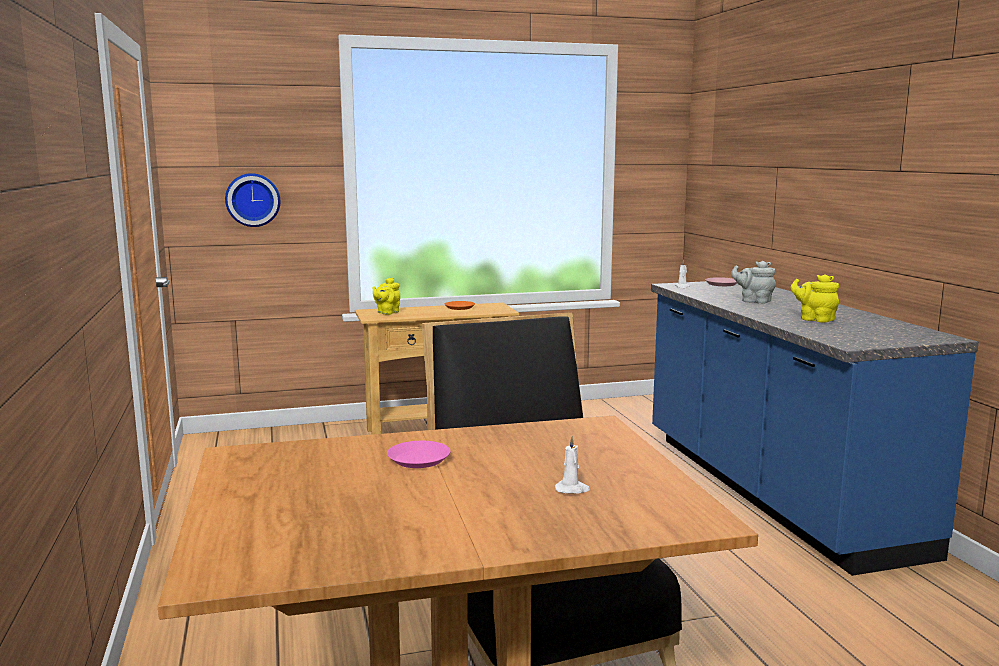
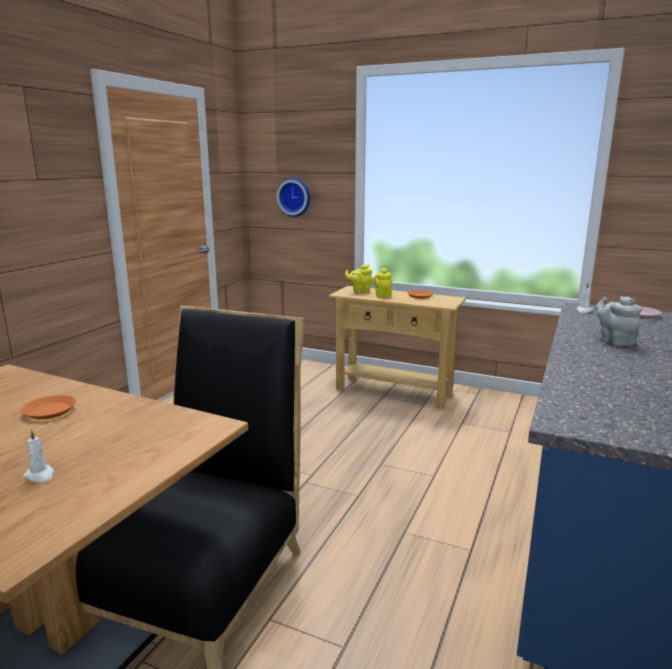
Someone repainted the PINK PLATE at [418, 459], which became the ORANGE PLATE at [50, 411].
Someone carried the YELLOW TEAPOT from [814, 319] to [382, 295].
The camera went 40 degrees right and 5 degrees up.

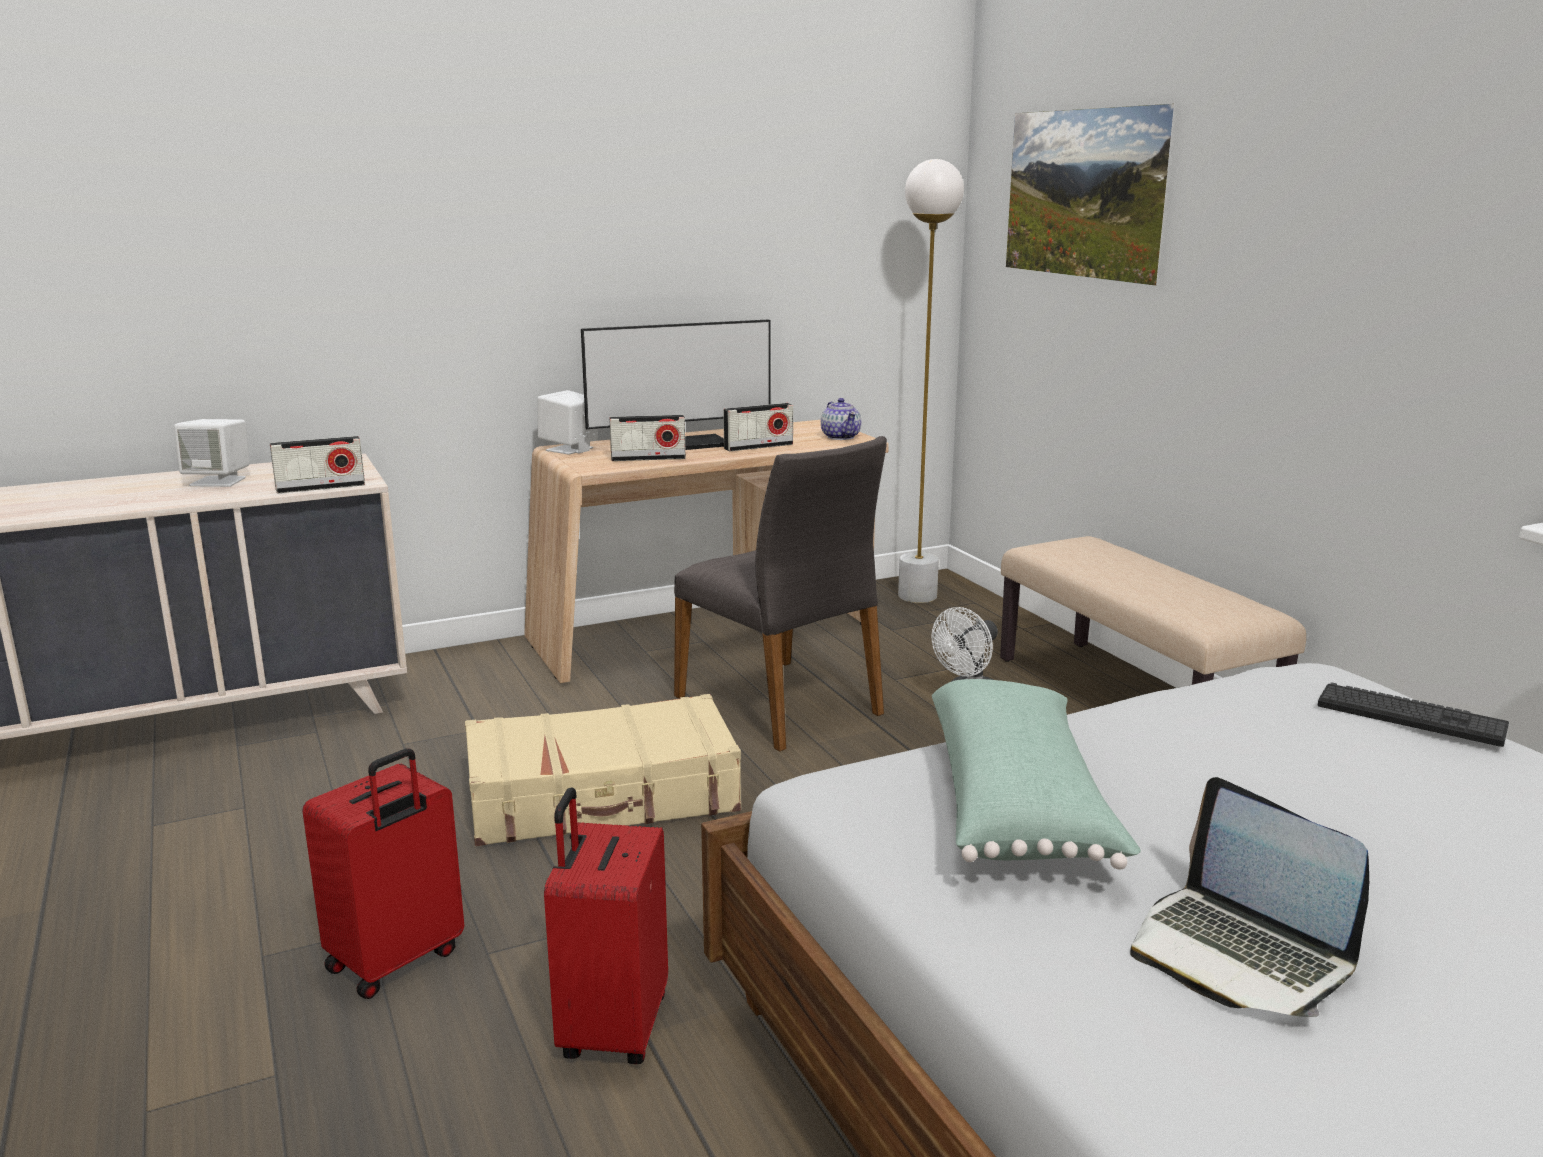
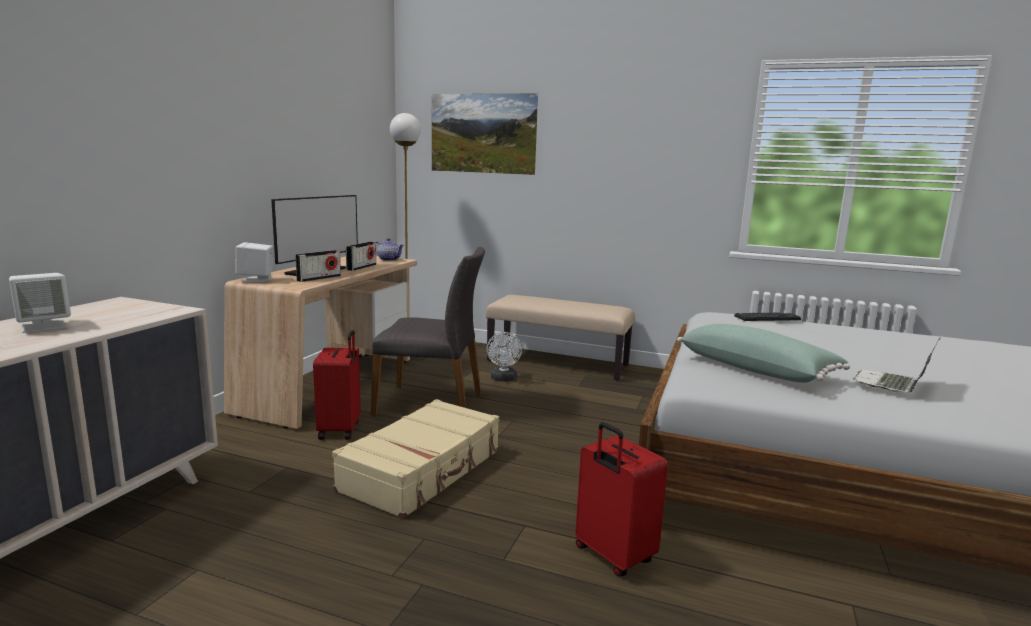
Someone carried the RED SUITCASE from [396, 961] to [341, 430].
Someone rotated the LAPTOP at [1239, 954] by 120 degrees clockwise.
Someone took away the RADIO at [321, 487].
The camera went 45 degrees left and 5 degrees down.

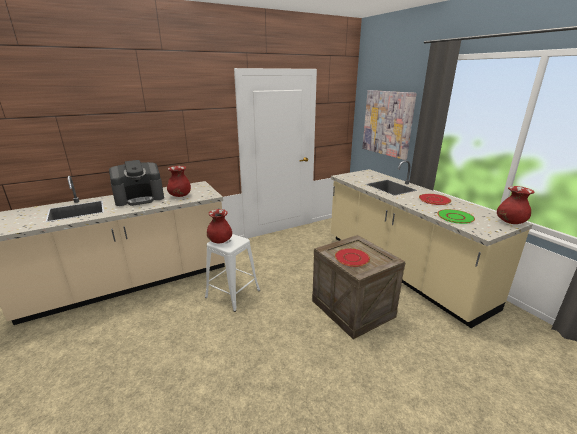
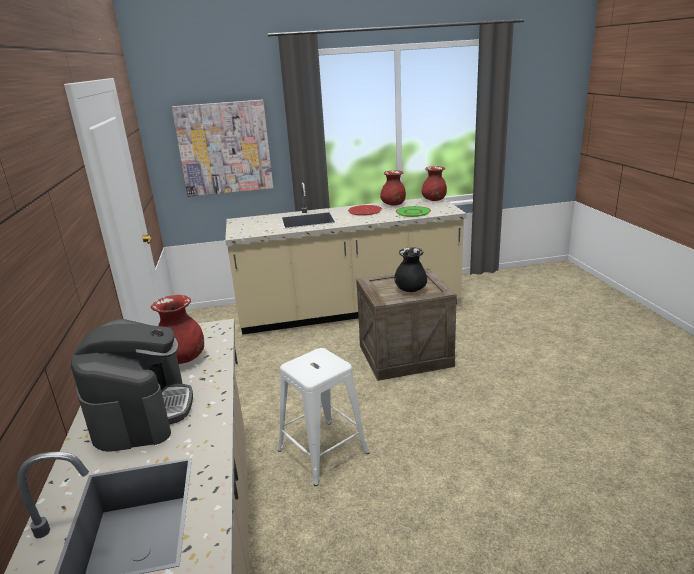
Someone carried the RED VASE from [220, 241] to [393, 205].
Someone swapped the RED PLATE at [351, 258] for the BLACK VASE at [410, 290].
The camera went 70 degrees left and 0 degrees up.

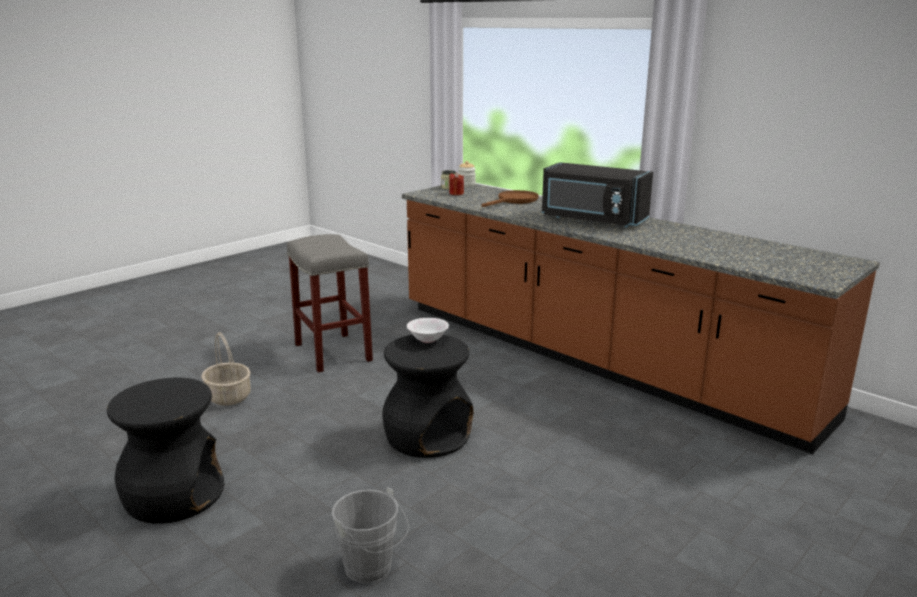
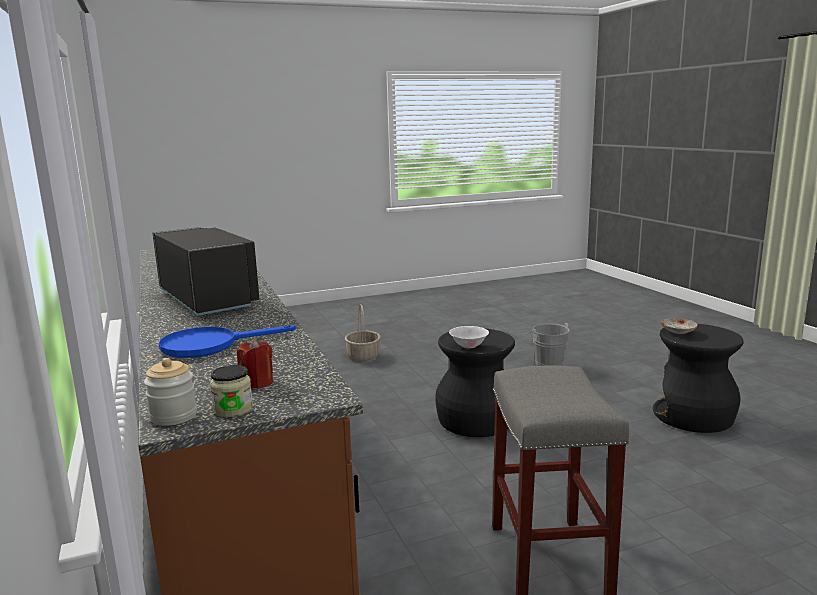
Someone repainted the BROWN FRYING PAN at [514, 201], which became the BLUE FRYING PAN at [210, 345].
Someone carried the BASKET from [229, 397] to [363, 356].
Someone put down the PLATE at [677, 331].
The camera went 155 degrees left and 5 degrees down.

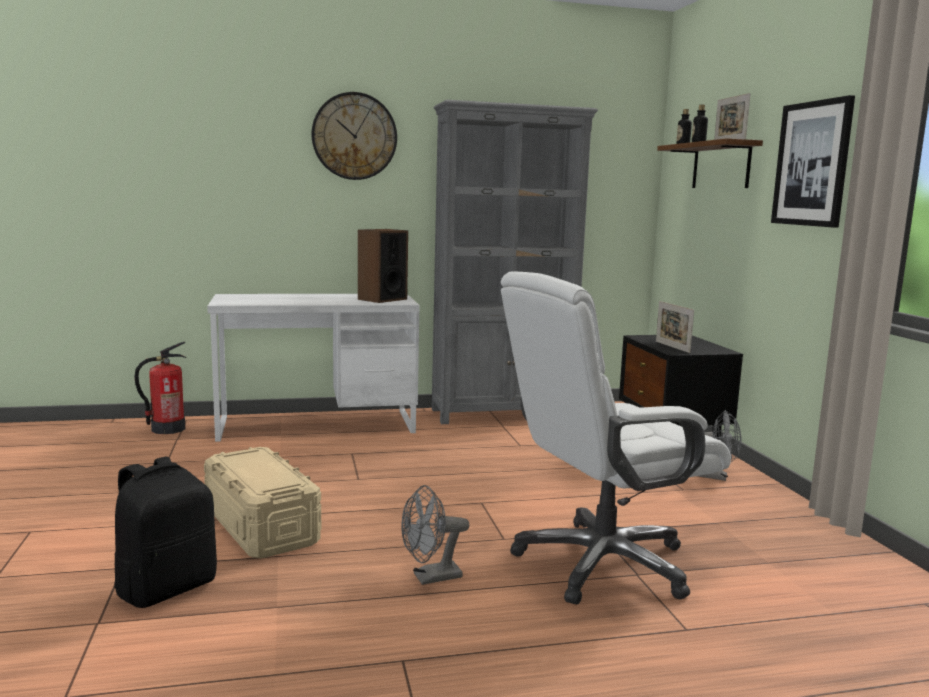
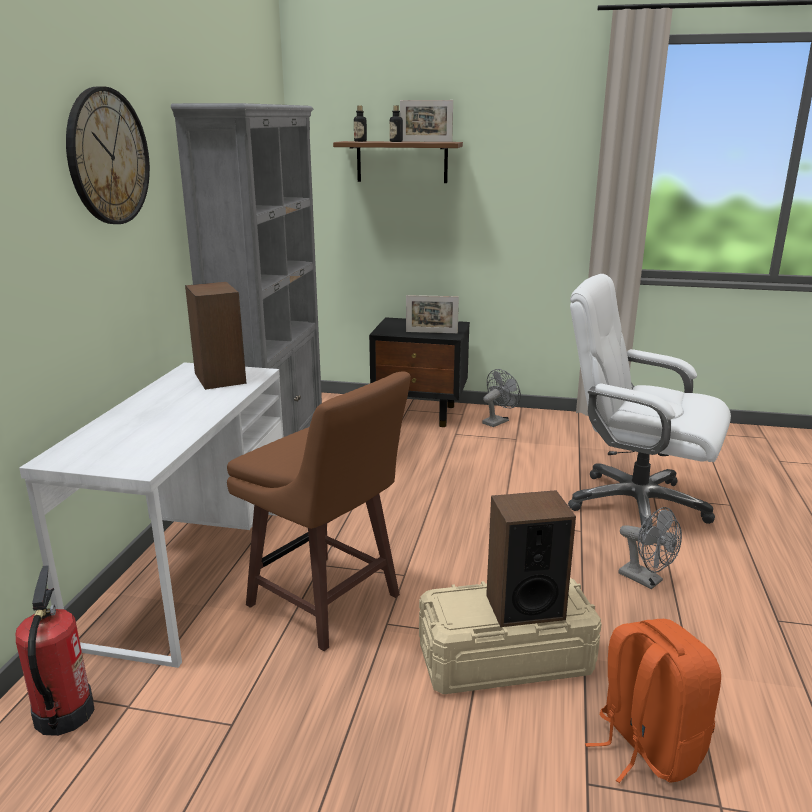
Someone put down the BROWN STOOL at [326, 603].
Someone put down the SPEAKER at [524, 607].
Someone rotated the WHITE OFFICE CHAIR at [601, 564] by 120 degrees clockwise.
Someone repainted the BLACK BACKPACK at [167, 588], which became the ORANGE BACKPACK at [645, 746].
Someone rotated the GREY FAN at [430, 578] by 45 degrees counterclockwise.
Someone took away the PICTURE at [812, 164].
The camera went 65 degrees left and 10 degrees up.

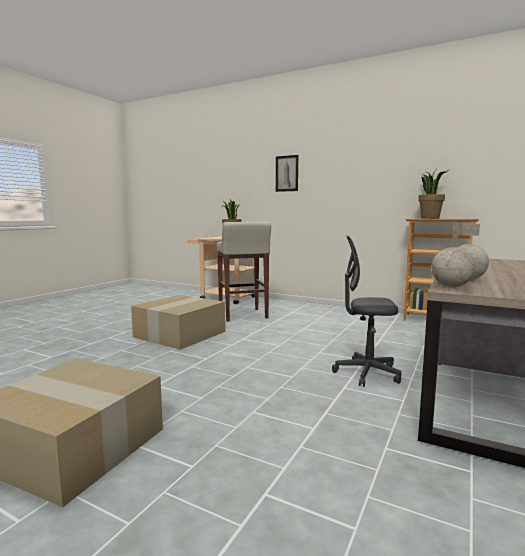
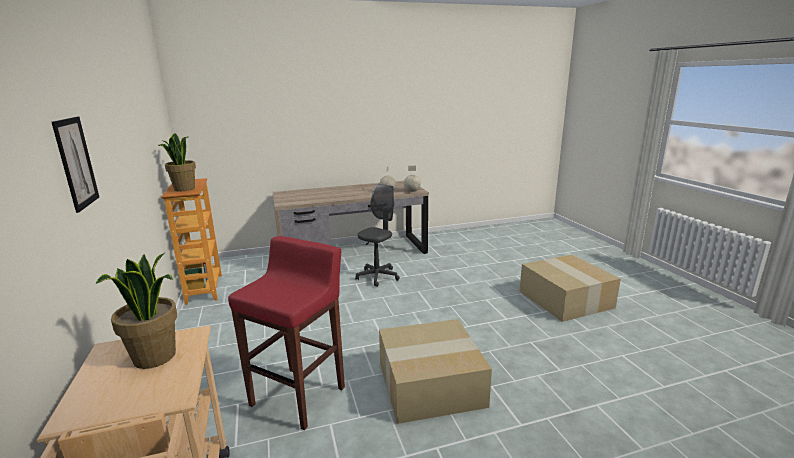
Someone repainted the BEIGE STOOL at [243, 315], which became the RED STOOL at [299, 395].
Someone rotated the GREY OFFICE CHAIR at [366, 373] by 105 degrees counterclockwise.
The camera went 135 degrees left and 10 degrees up.

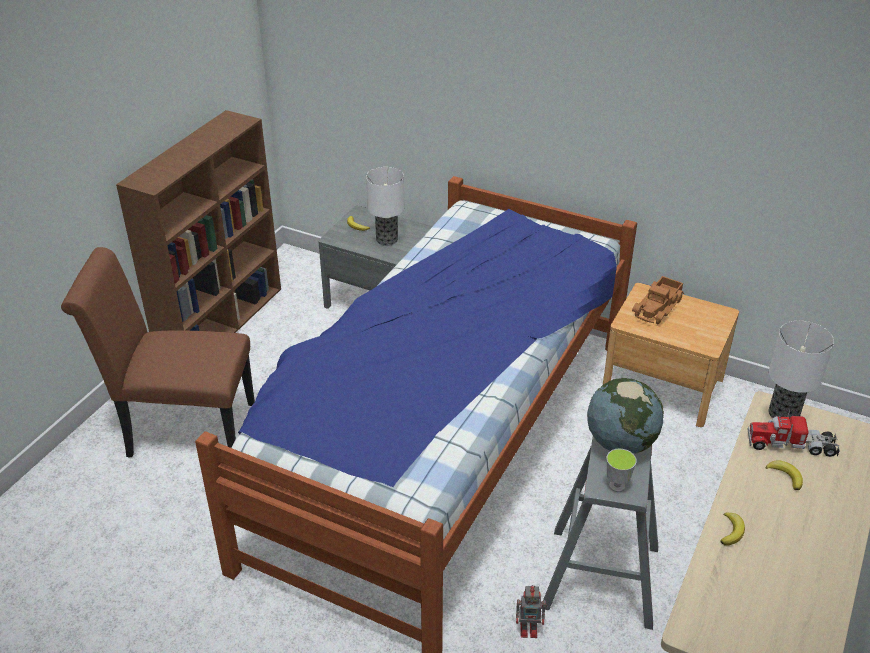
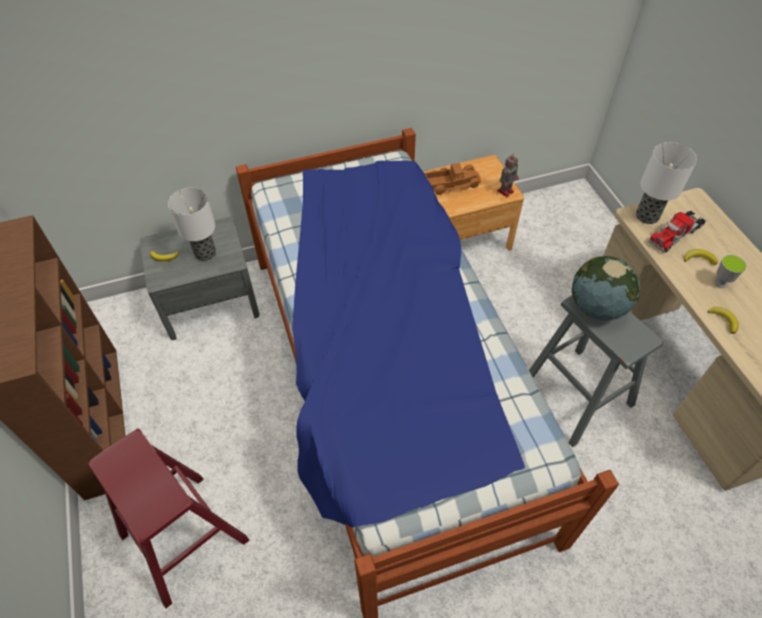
Someone swapped the BROWN CHAIR at [182, 429] for the RED STOOL at [184, 537].
Someone rotated the TOY TRUCK at [658, 307] by 90 degrees counterclockwise.
Someone carried the TOY ROBOT from [530, 629] to [506, 191].
Someone carried the CUP from [617, 486] to [721, 283].
The camera went 45 degrees left and 15 degrees up.

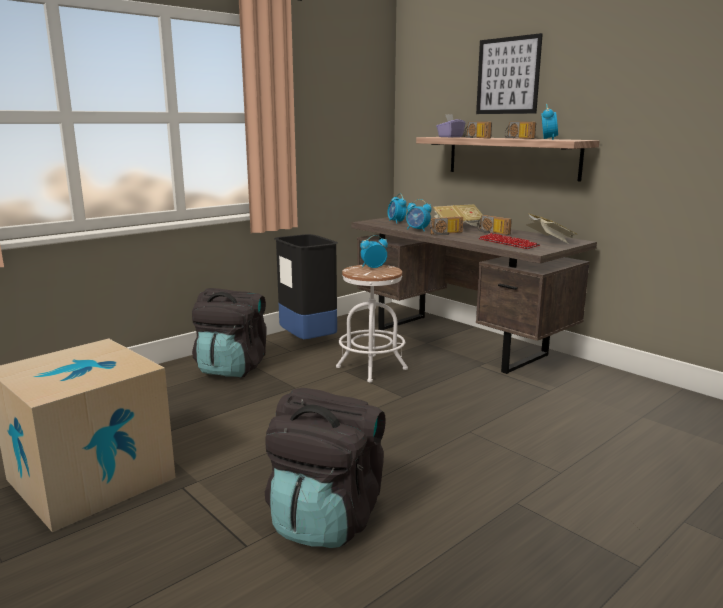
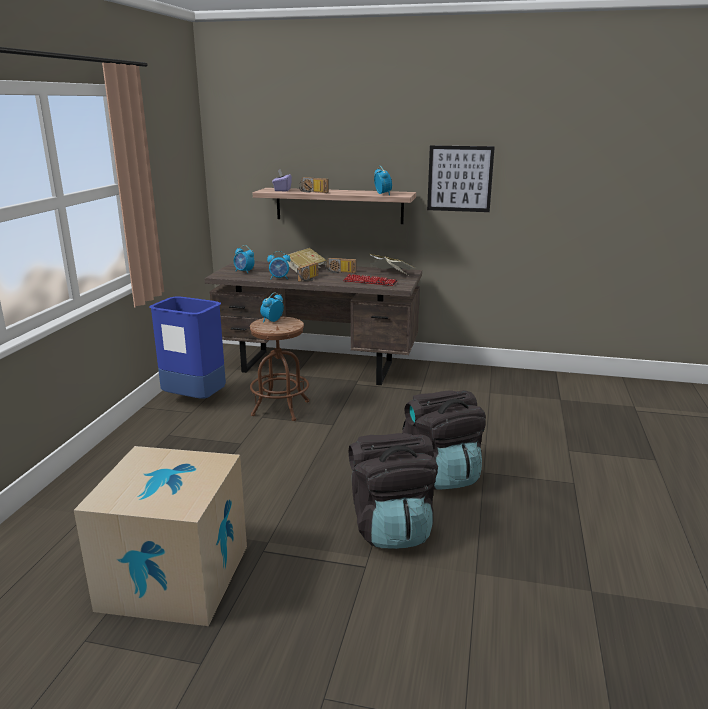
Someone repainted the BLACK TRASH CAN at [307, 341], which became the BLUE TRASH CAN at [194, 399].
Someone repainted the WHITE STOOL at [371, 368], which became the BROWN STOOL at [280, 408].
Someone carried the BLACK BACKPACK from [232, 368] to [441, 474].
Someone carried the PICTURE from [508, 76] to [460, 179].
Someone took away the RADIO at [517, 138].
The camera went 35 degrees left and 5 degrees up.

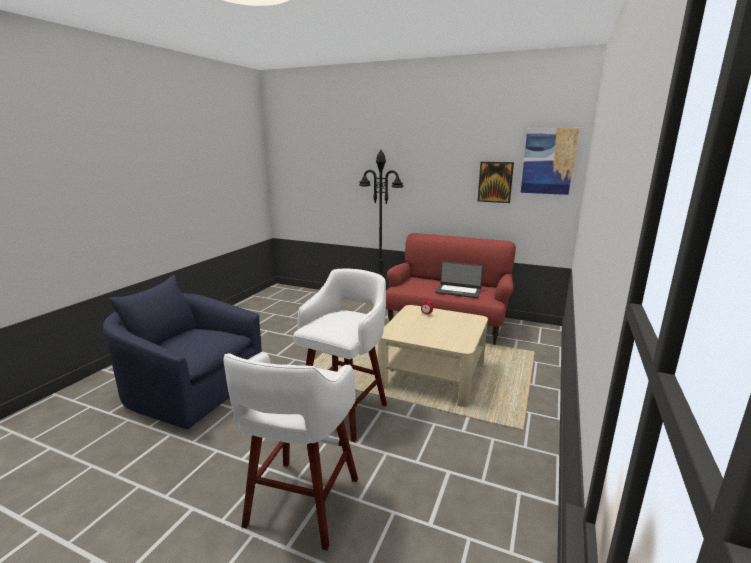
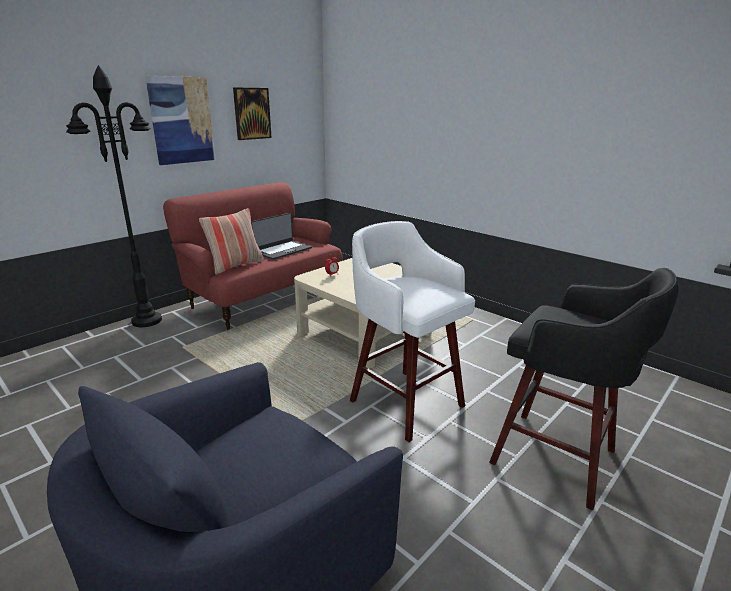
Someone carried the PICTURE from [548, 161] to [182, 120].
Someone put down the PILLOW at [235, 265].
Someone repainted the WHITE STOOL at [301, 505], which became the BLACK STOOL at [558, 459].
The camera went 70 degrees left and 5 degrees up.

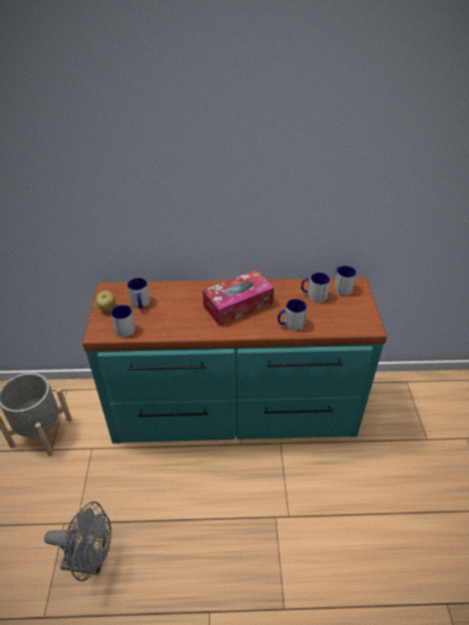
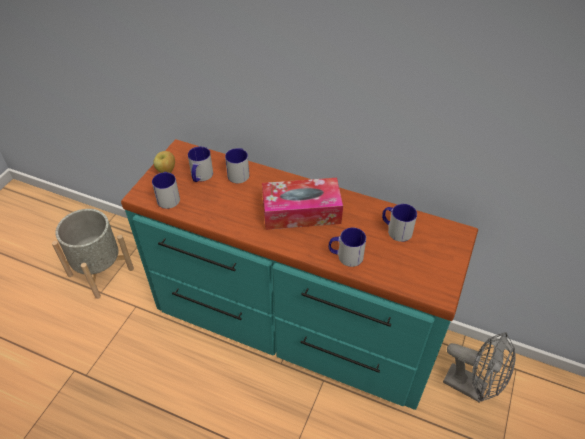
Someone carried the MUG from [341, 287] to [239, 172].
Someone carried the GREY FAN from [91, 561] to [471, 387].
The camera went 25 degrees right and 5 degrees up.

